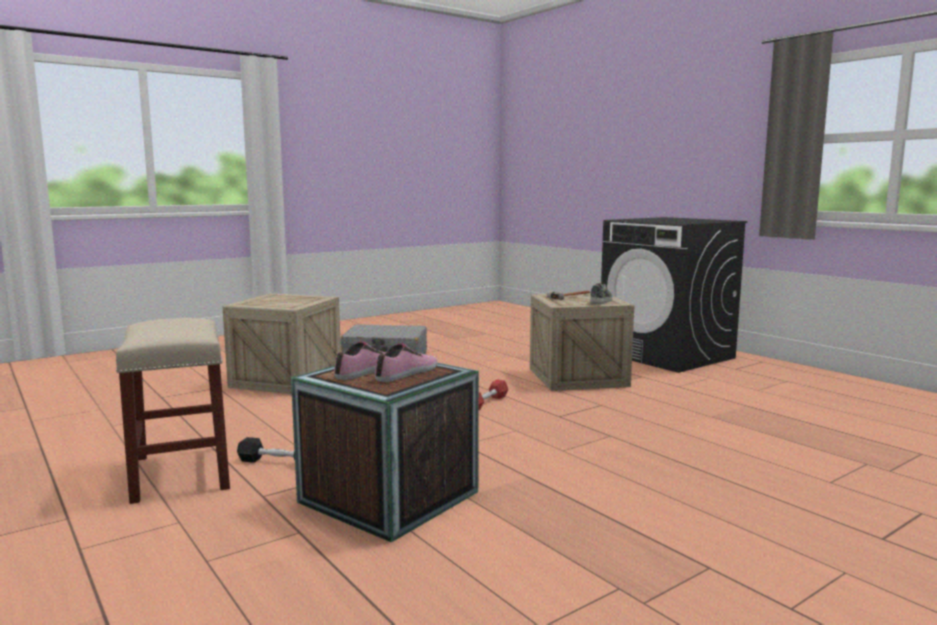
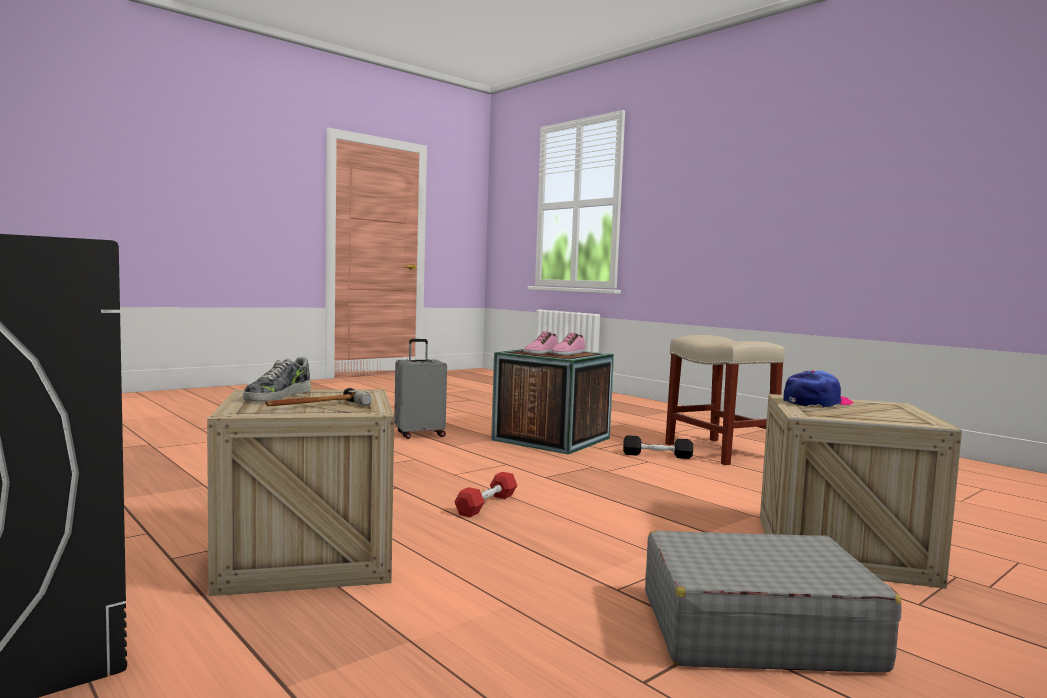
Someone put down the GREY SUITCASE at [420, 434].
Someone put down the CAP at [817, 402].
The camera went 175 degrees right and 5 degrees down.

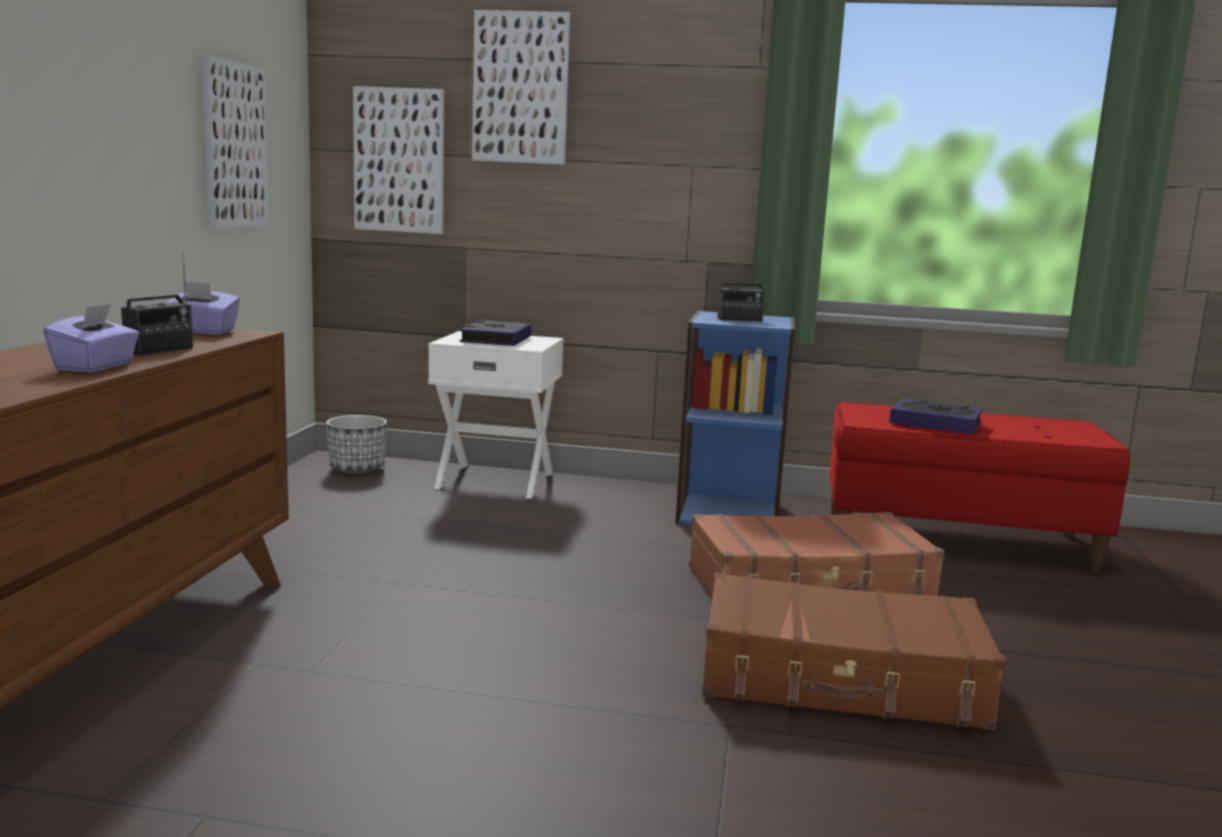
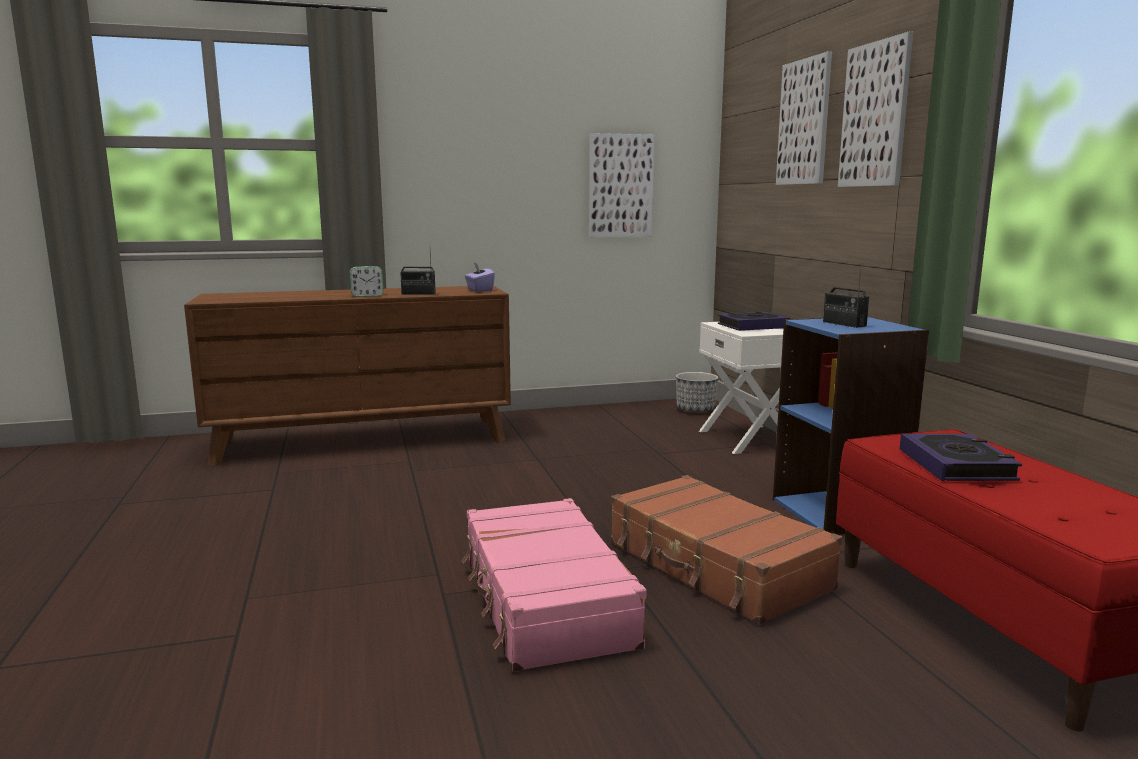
Someone swapped the PURPLE TISSUE BOX at [95, 366] for the ALARM CLOCK at [367, 295].
Someone repainted the BROWN SUITCASE at [841, 680], which became the PINK SUITCASE at [544, 601].
Someone carried the PICTURE from [399, 160] to [875, 115].
The camera went 65 degrees right and 0 degrees up.

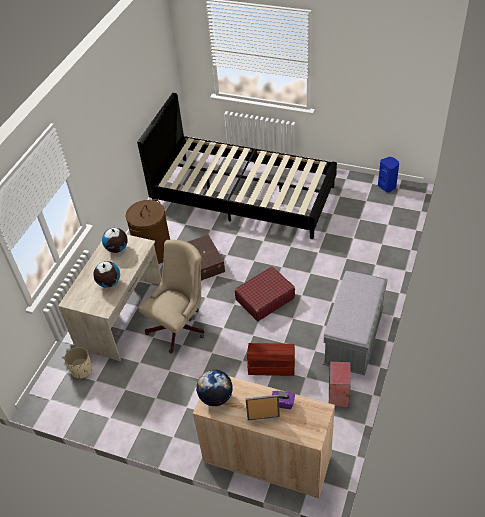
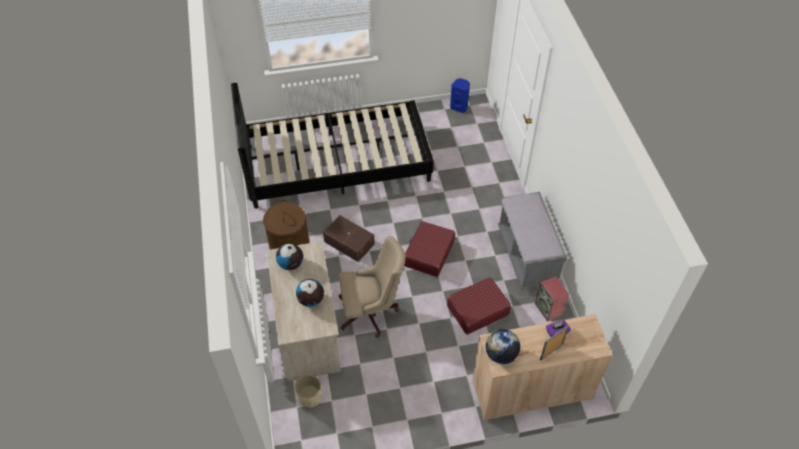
Someone rotated the BEIGE OFFICE CHAIR at [180, 326] by 75 degrees clockwise.
Someone swapped the BROWN STORAGE BOX at [271, 365] for the RED SUITCASE at [477, 310].
The camera went 35 degrees left and 5 degrees up.

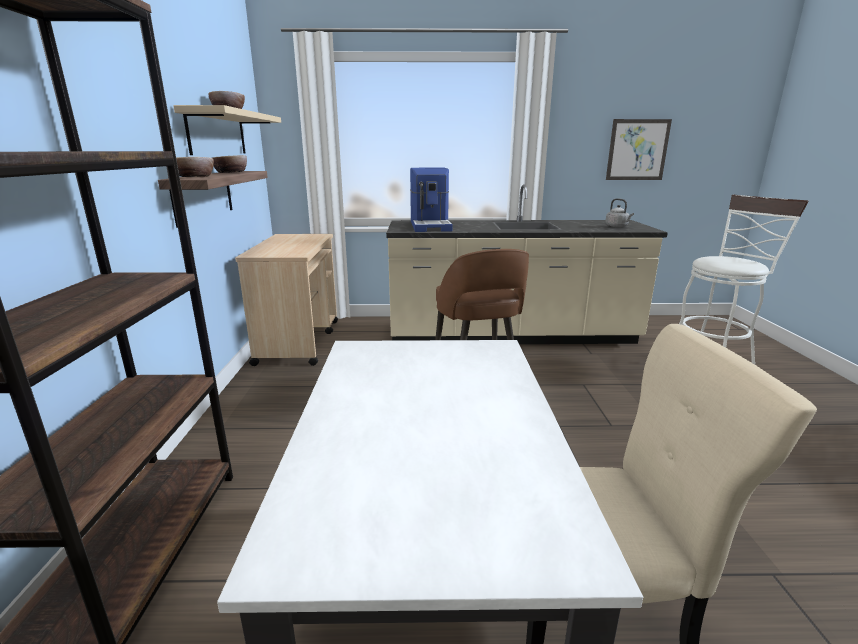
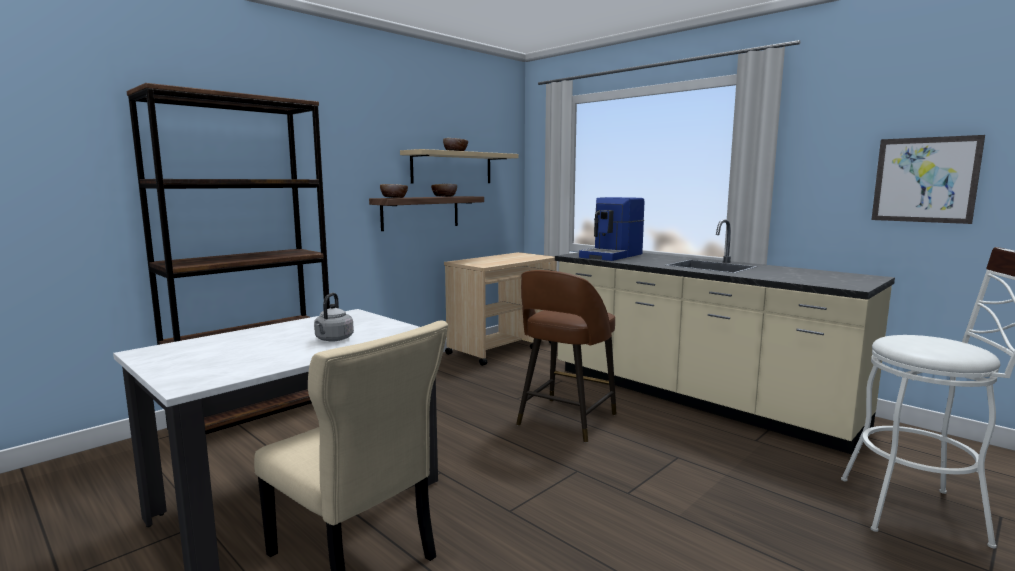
Someone carried the GREY KETTLE from [617, 226] to [333, 339].
The camera went 45 degrees right and 10 degrees down.

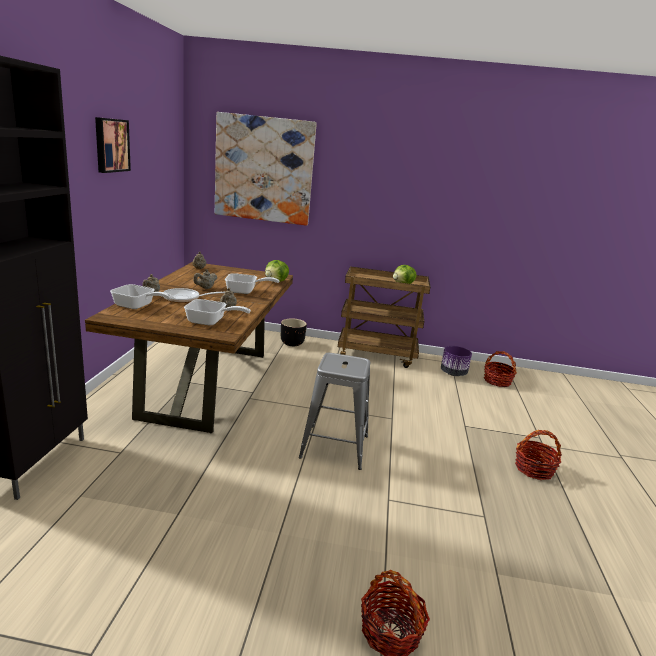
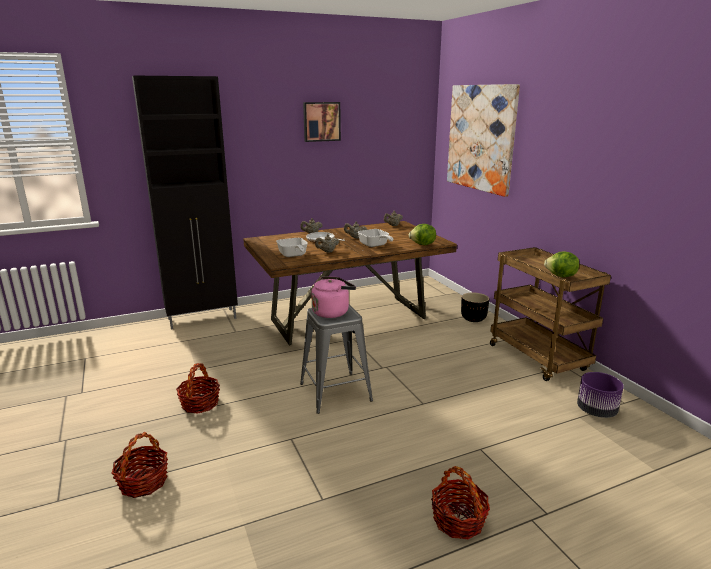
Someone carried the BASKET from [497, 381] to [200, 403].
Someone put down the PINK KETTLE at [332, 312].
Someone took away the FRYING PAN at [137, 306].
The camera went 60 degrees right and 0 degrees up.

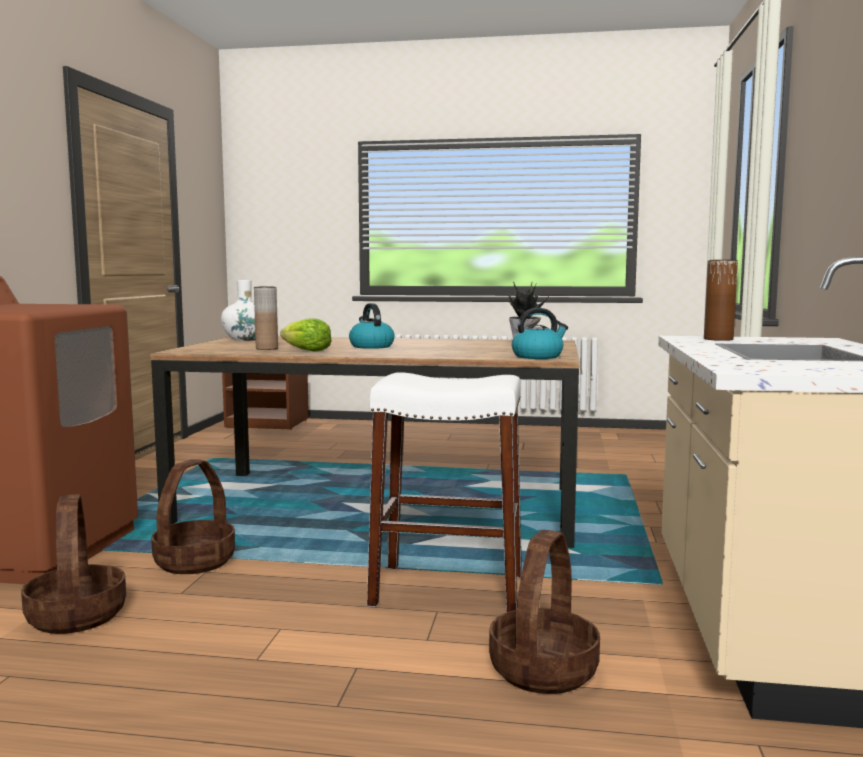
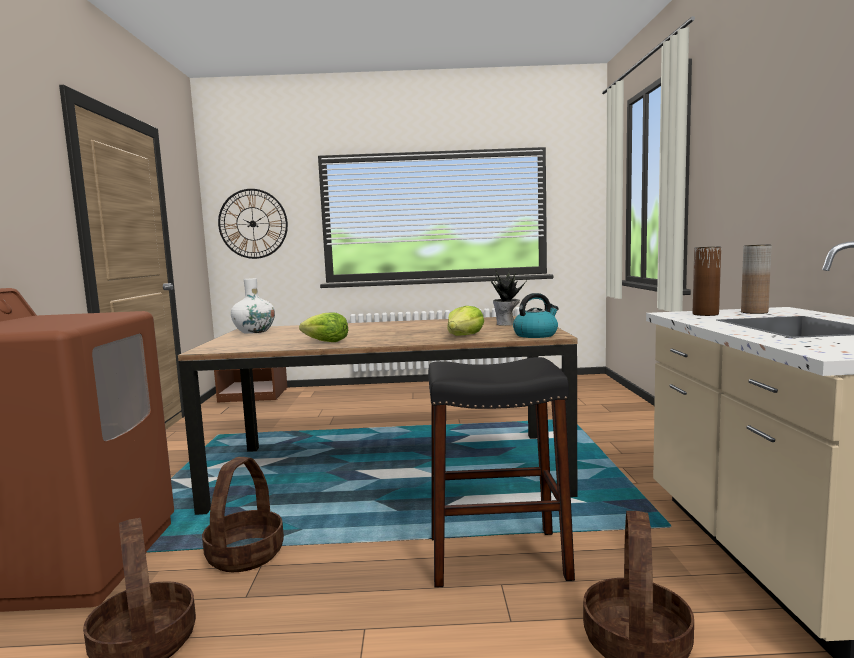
Someone put up the WALL CLOCK at [253, 224].
Someone repainted the WHITE STOOL at [447, 589], which became the BLACK STOOL at [497, 556].
Someone put down the LETTUCE at [464, 336].
Someone carried the BROWN VASE from [267, 348] to [754, 312].
Someone took away the KETTLE at [371, 346].
The camera went 10 degrees left and 0 degrees up.

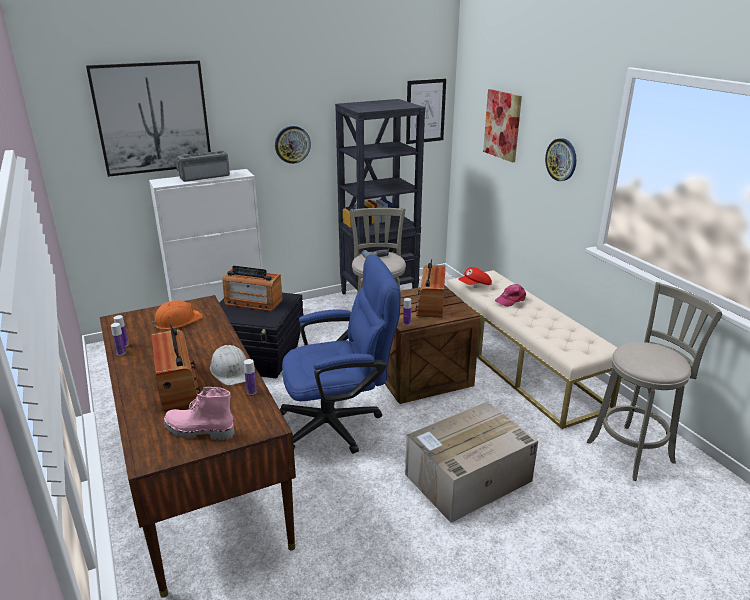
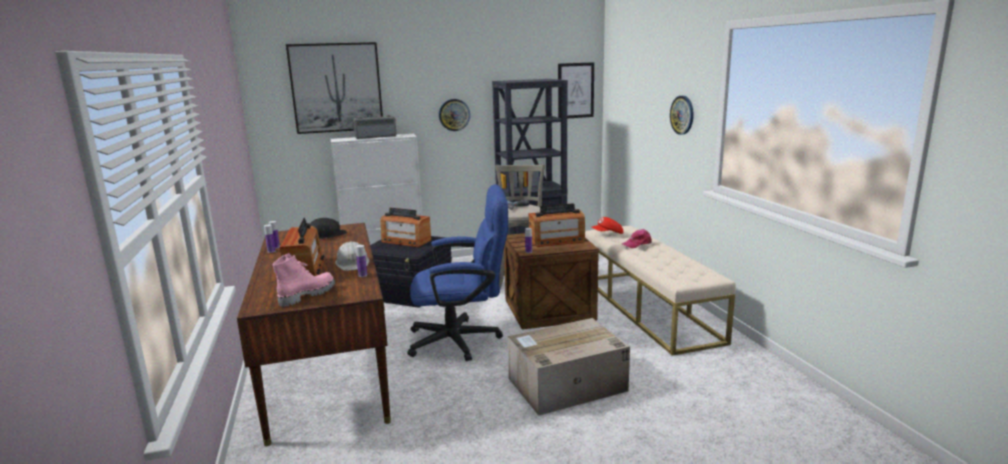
Someone rotated the PINK BOOT at [199, 432] by 105 degrees clockwise.
Someone repainted the ORANGE HARD HAT at [177, 321], which became the BLACK HARD HAT at [325, 235].
Someone rotated the RADIO at [430, 304] by 120 degrees counterclockwise.
Someone took away the PICTURE at [502, 125].
Someone took away the GREY STOOL at [633, 451].
The camera went 10 degrees right and 10 degrees down.

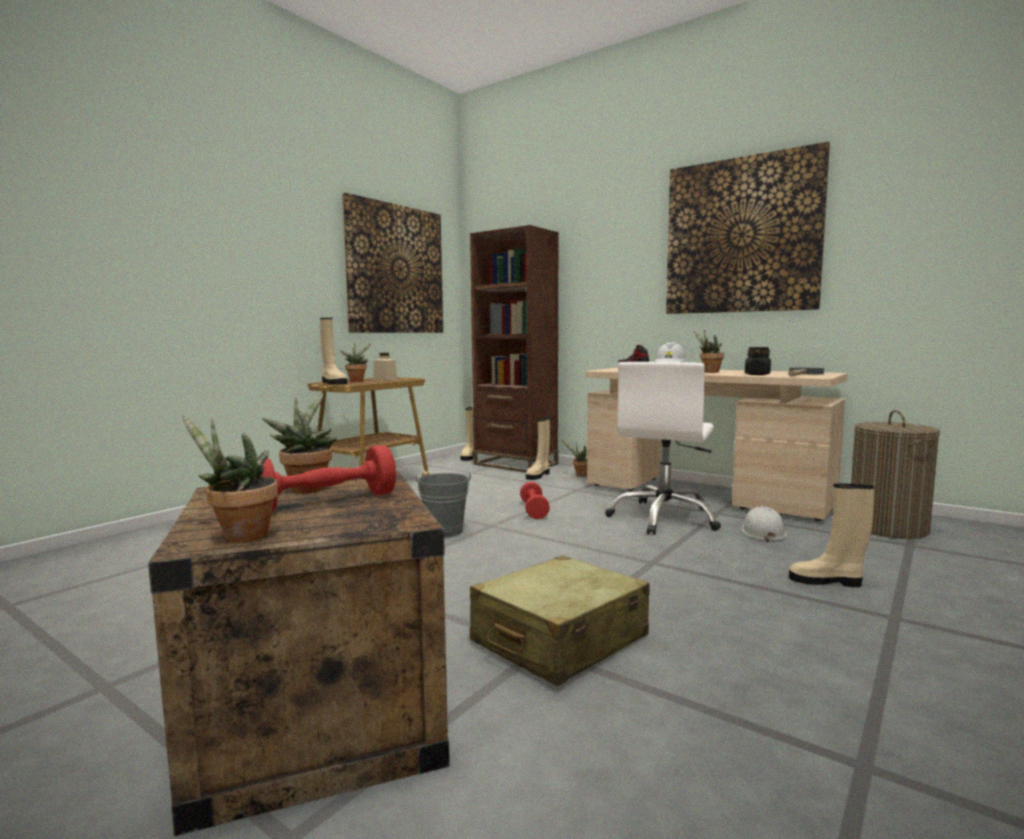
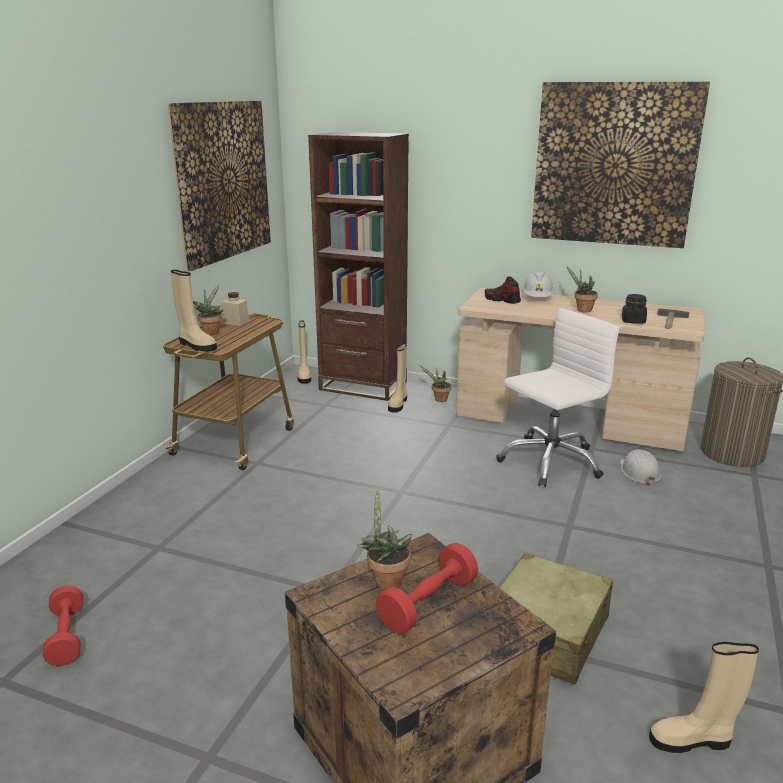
Someone carried the RED DUMBBELL from [534, 510] to [67, 637].
Someone rotated the WHITE OFFICE CHAIR at [664, 518] by 135 degrees counterclockwise.
Someone carried the BEIGE BOOT from [827, 581] to [692, 740].
Someone took away the POTTED PLANT at [239, 536].
Someone took away the GREY BUCKET at [444, 533].
The camera went 15 degrees left and 15 degrees up.

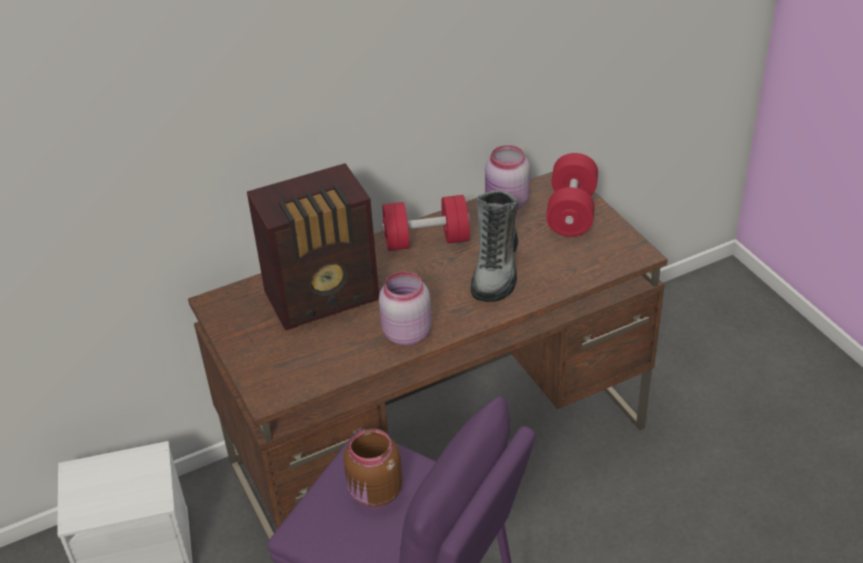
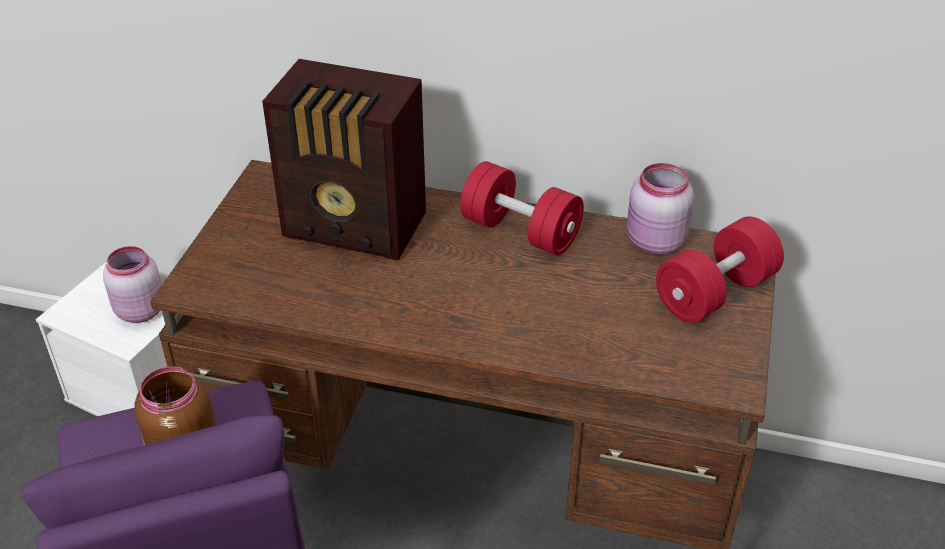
Someone carried the PINK JAR from [405, 334] to [139, 310].
Someone took away the BOOT at [496, 270].
The camera went 40 degrees right and 0 degrees up.

